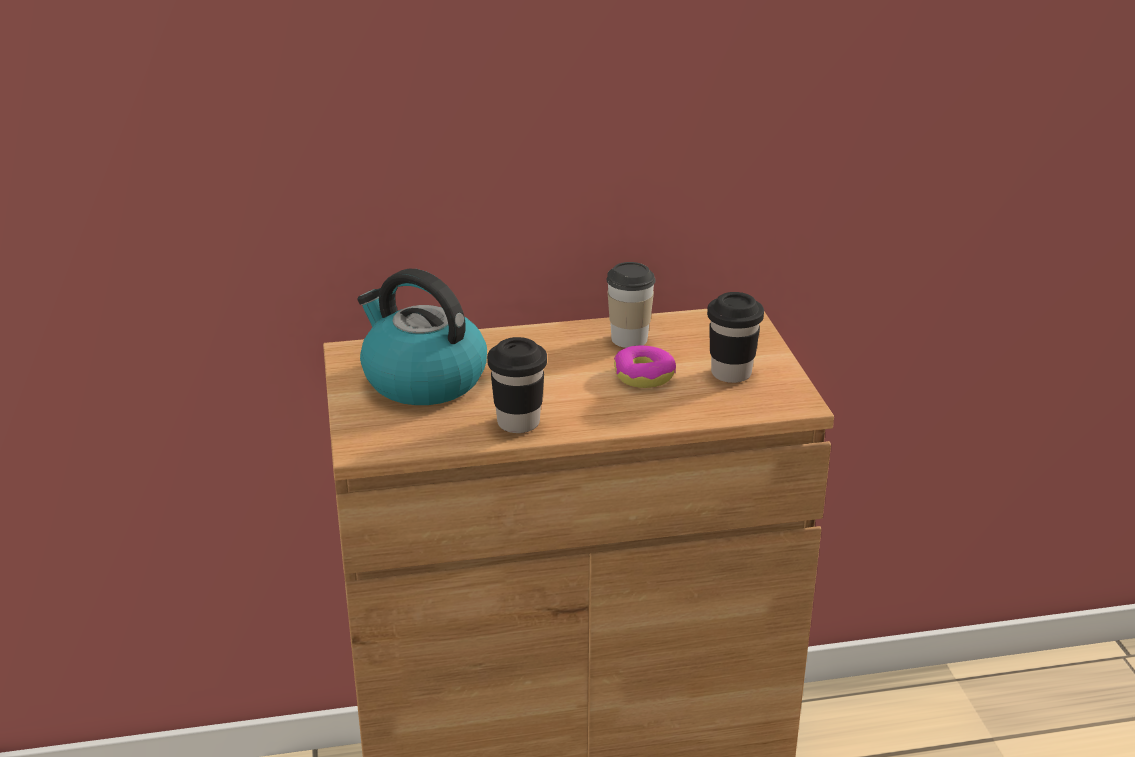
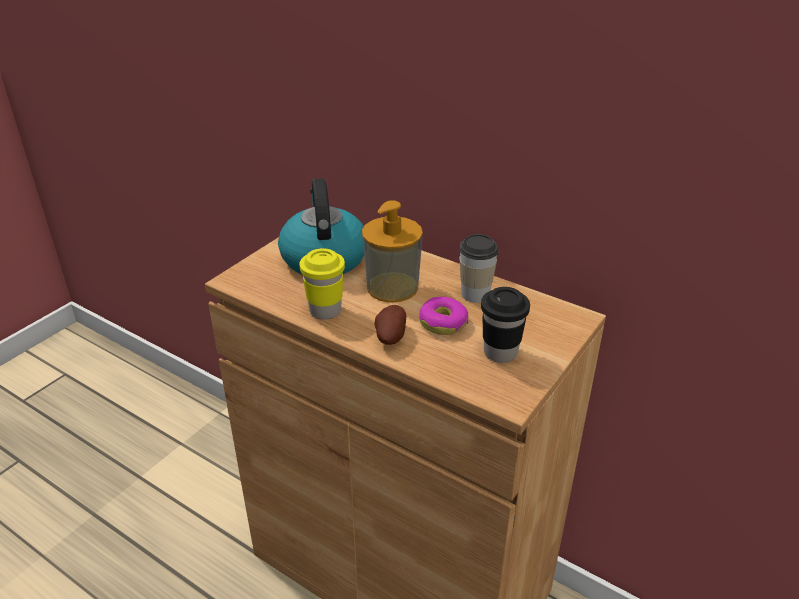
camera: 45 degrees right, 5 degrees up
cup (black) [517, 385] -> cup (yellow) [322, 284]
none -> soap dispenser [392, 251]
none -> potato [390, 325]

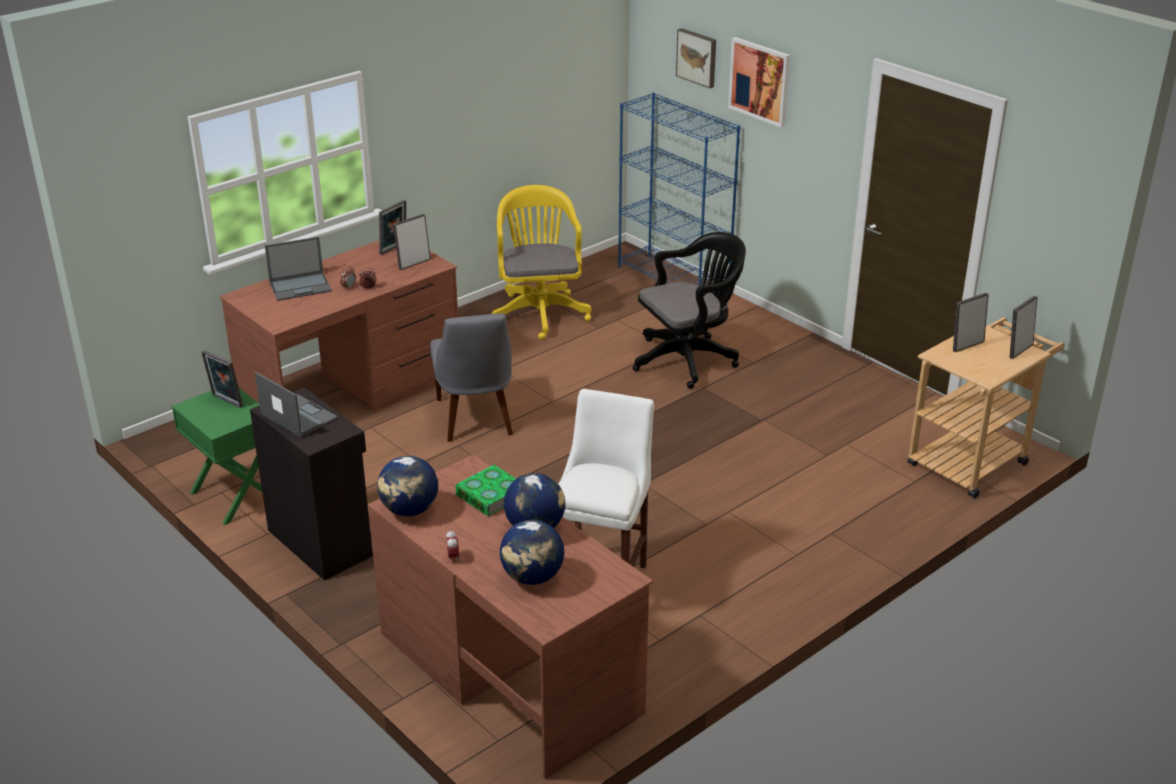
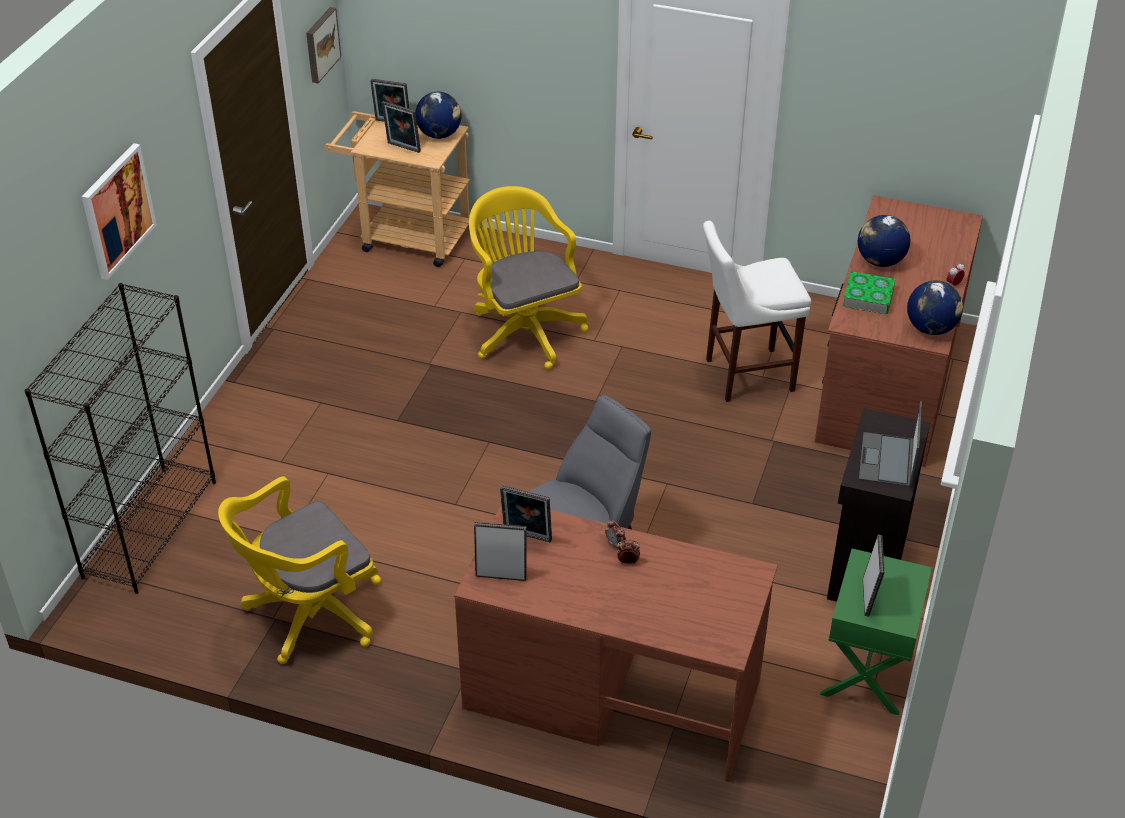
camera: 120 degrees left, 10 degrees up
laptop [298, 269] -> none
globe [532, 552] -> globe [438, 115], move
bookcase (blue) [679, 189] -> bookcase (black) [120, 438]
office chair (black) [689, 310] -> none
picture [696, 58] -> picture [323, 45], move
none -> office chair (yellow) [528, 278]

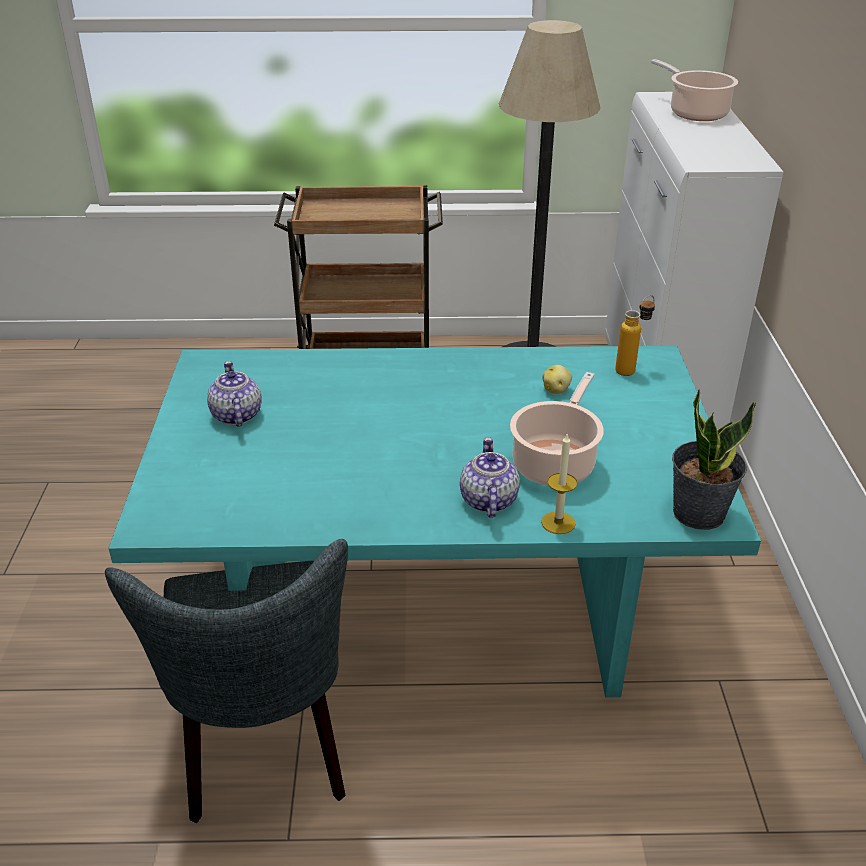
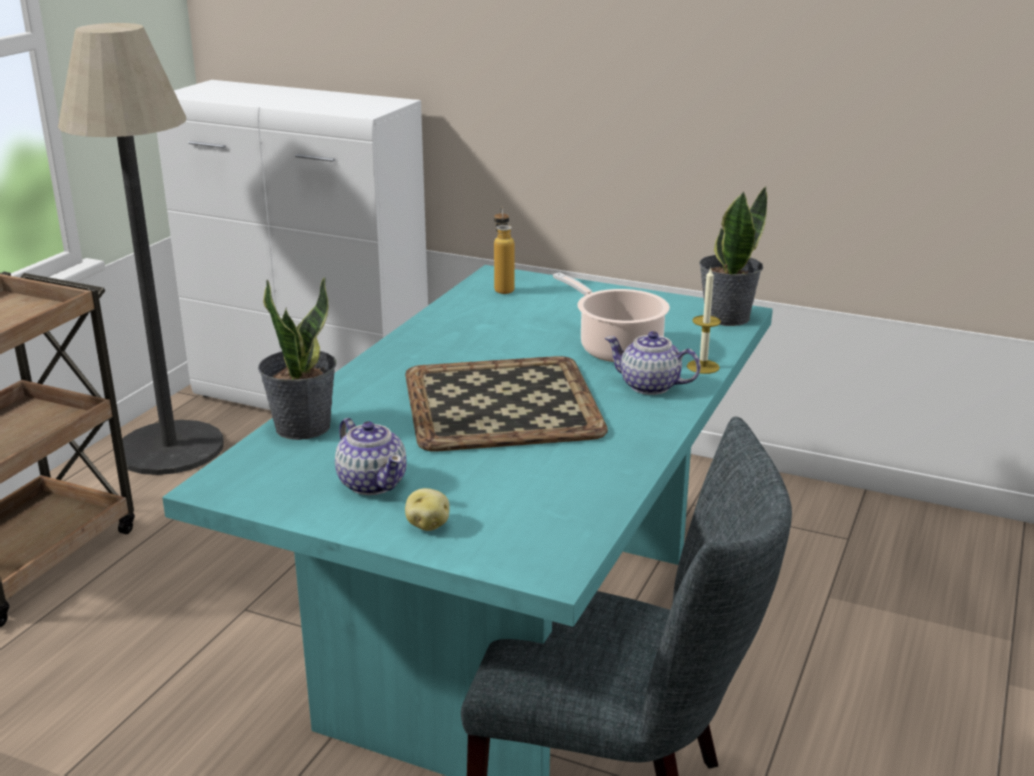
camera: 65 degrees left, 10 degrees down
teapot [234, 394] -> teapot [371, 456], 135 degrees counterclockwise
potato [557, 379] -> potato [427, 509], move
cooking pot [694, 90] -> none
none -> potted plant [297, 358]
none -> tray [506, 404]

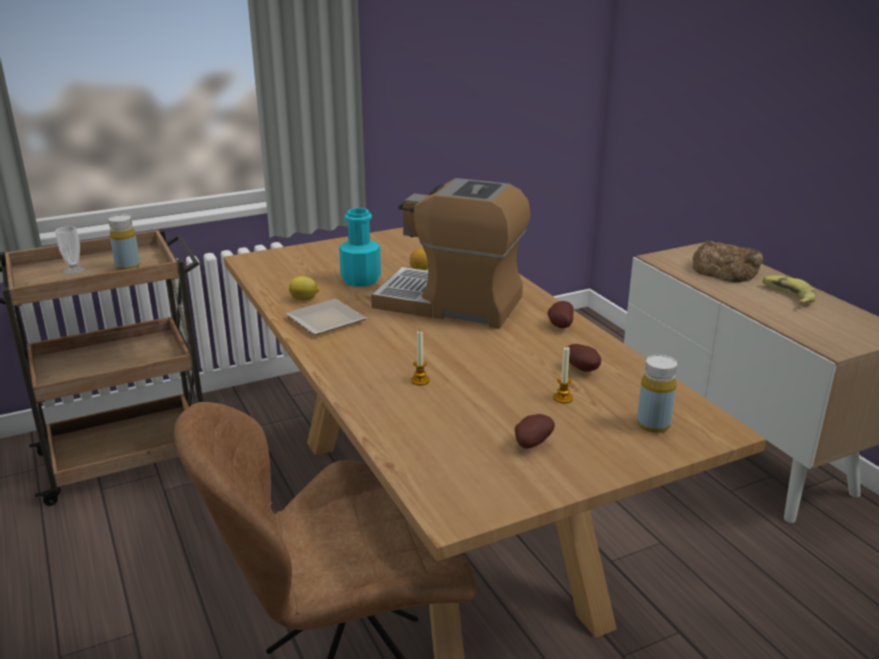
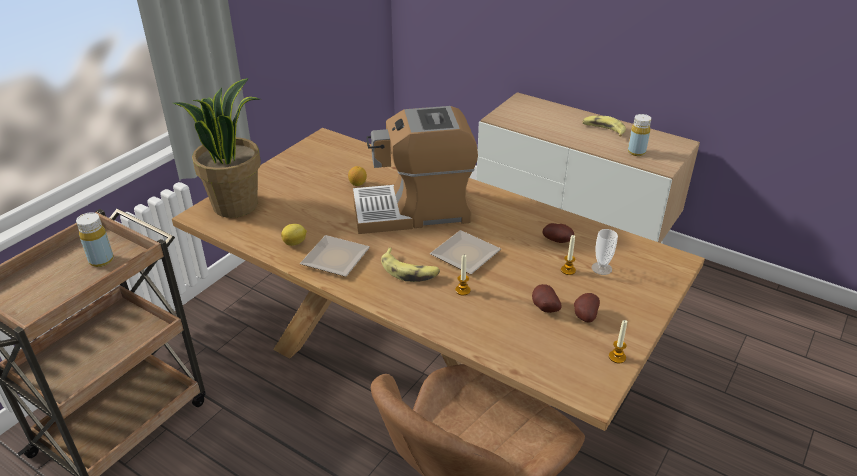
camera: 30 degrees left, 10 degrees up
cup [70, 250] -> cup [605, 252], move
bottle (turquoise) [360, 247] -> none
potato [560, 314] -> potato [547, 298], move
bottle (yellow) [657, 394] -> bottle (yellow) [639, 135], move
bread [727, 261] -> none
none -> potted plant [217, 148]
none -> banana [410, 265]
none -> plate [465, 252]
none -> candle [618, 341]

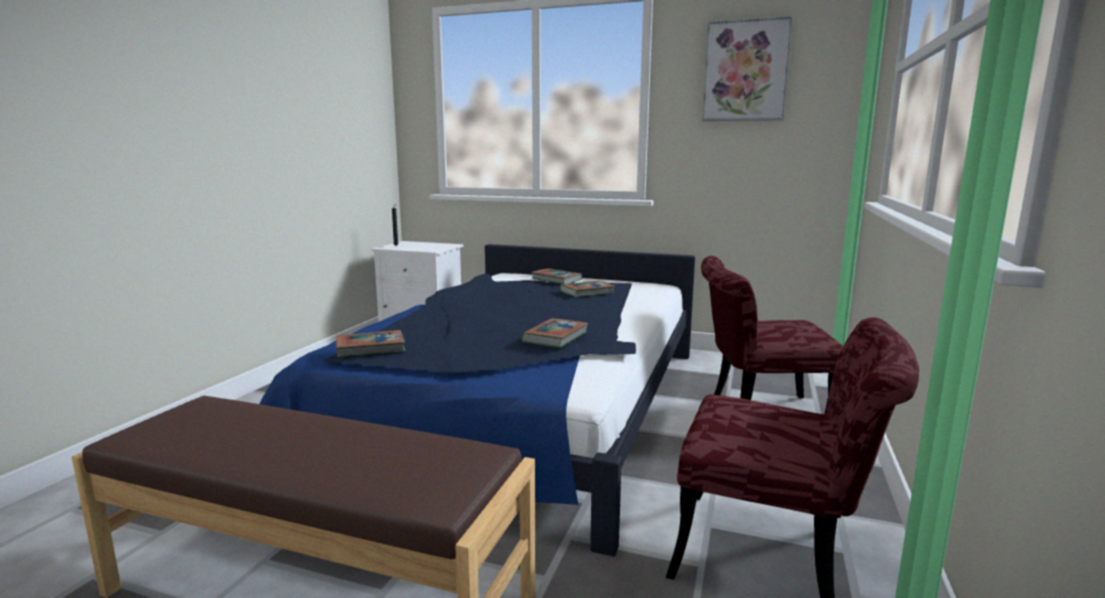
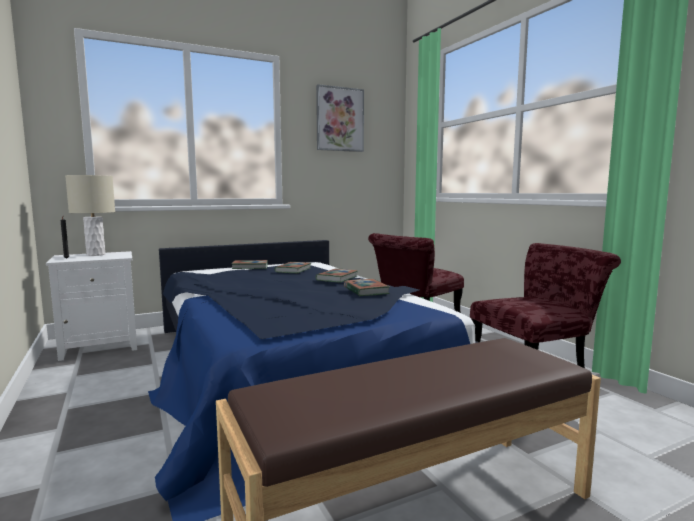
camera: 45 degrees left, 5 degrees down
book [371, 344] -> book [336, 276], move
none -> table lamp (beige) [90, 215]

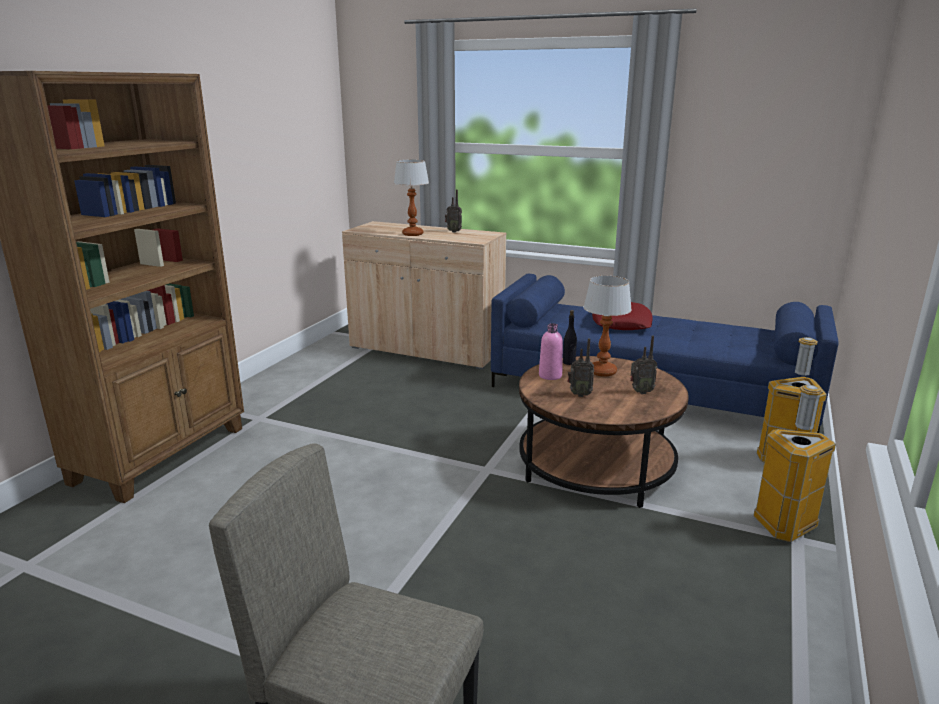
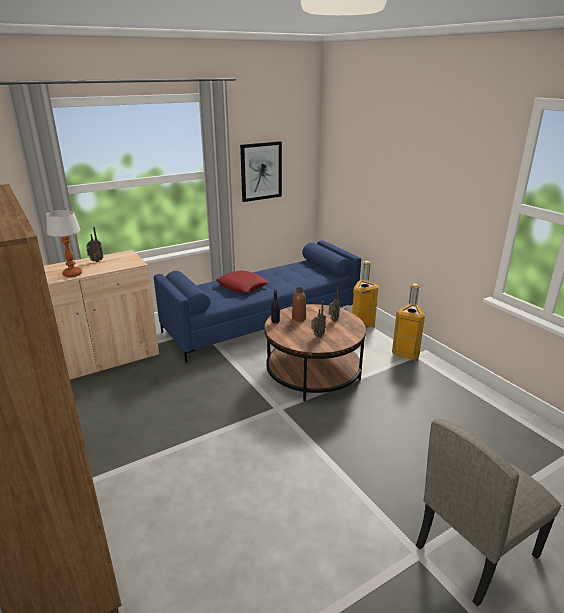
camera: 55 degrees left, 5 degrees up
bottle (pink) [551, 351] -> none
table lamp [608, 326] -> bottle (brown) [299, 304]
none -> picture [261, 171]

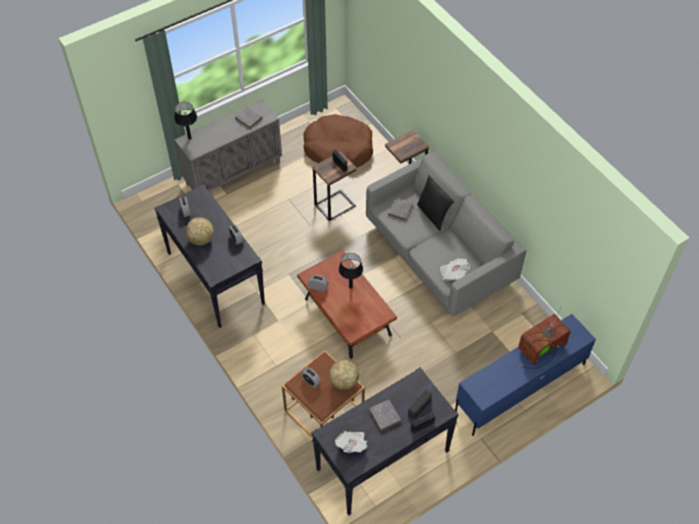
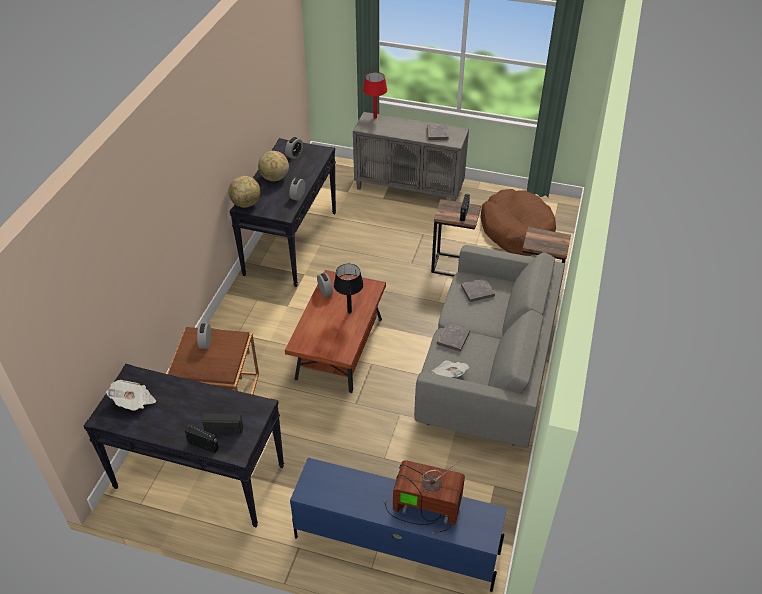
camera: 50 degrees right, 10 degrees down
table lamp (black) [185, 120] -> table lamp (red) [375, 95]
globe [344, 375] -> globe [244, 192], move
book (grey) [385, 415] -> book (grey) [453, 337], move
pillow (black) [435, 203] -> none

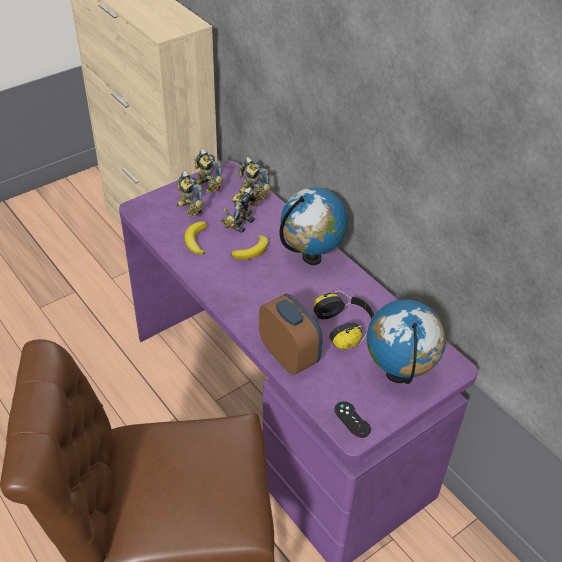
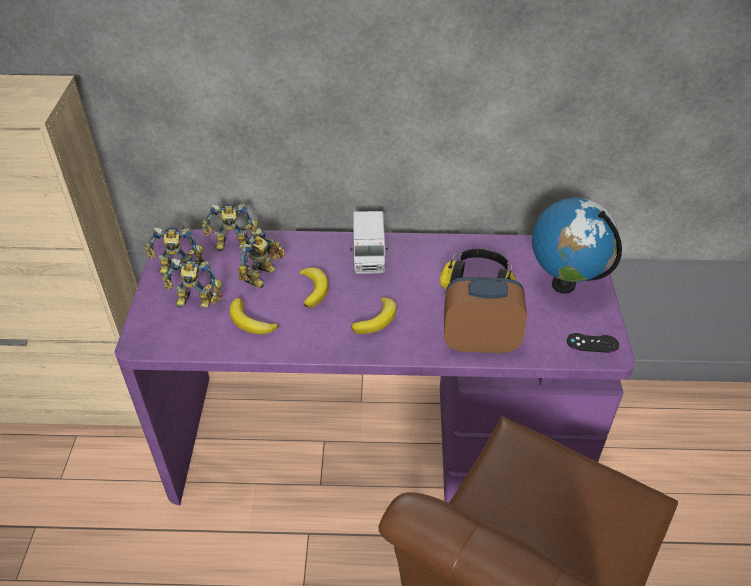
camera: 50 degrees left, 0 degrees up
toy robot [239, 210] -> toy robot [261, 258], 135 degrees counterclockwise
globe [314, 226] -> toy truck [369, 242]
none -> banana [374, 315]

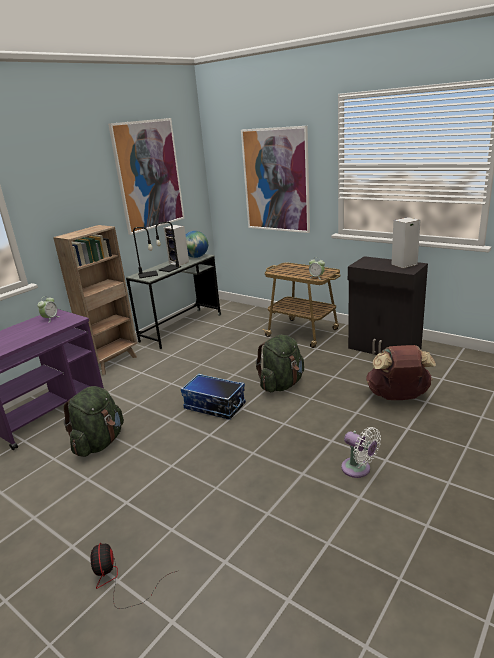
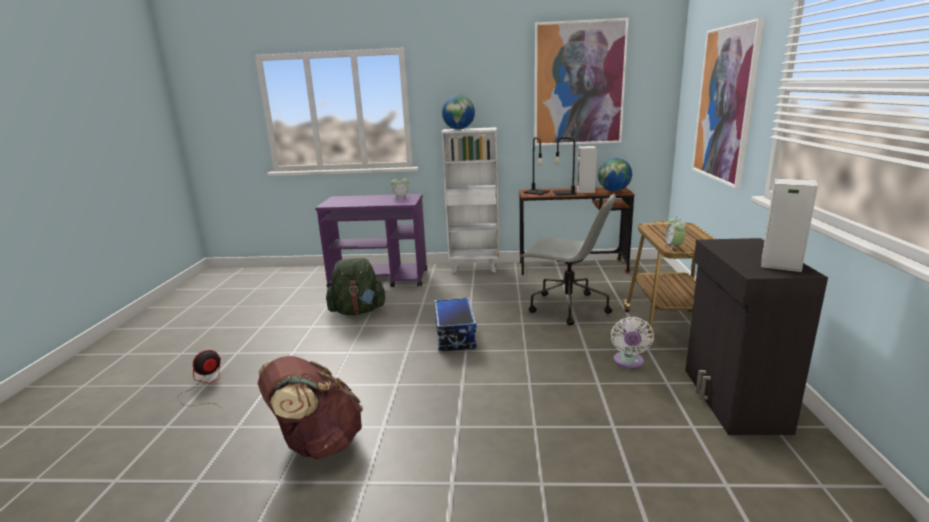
camera: 55 degrees right, 5 degrees down
bookcase (brown) [95, 300] -> bookcase (white) [470, 200]
desk (grey) [173, 301] -> desk (brown) [576, 231]
backpack (green) [280, 363] -> none
fan (white) [361, 452] -> fan (white) [632, 342], move
backpack (brown) [401, 372] -> backpack (brown) [310, 407], move
none -> globe [458, 112]
none -> office chair (grey) [569, 259]

